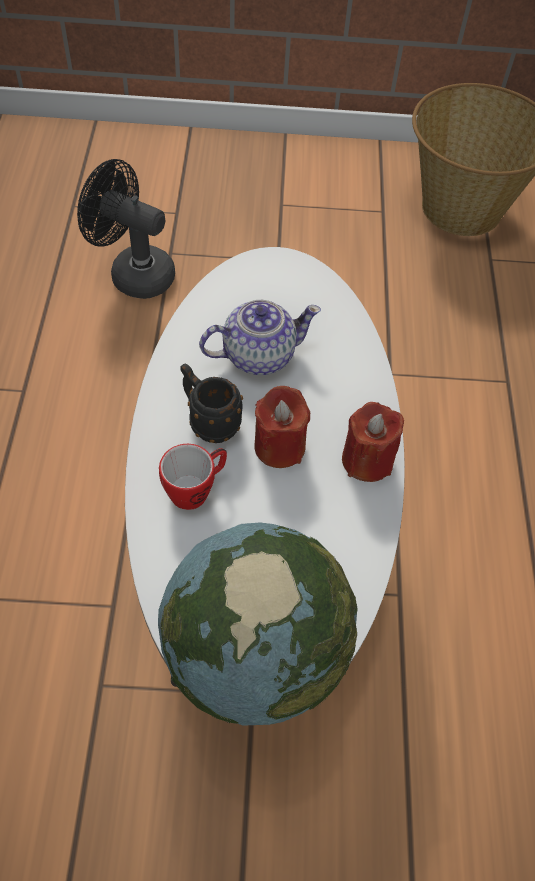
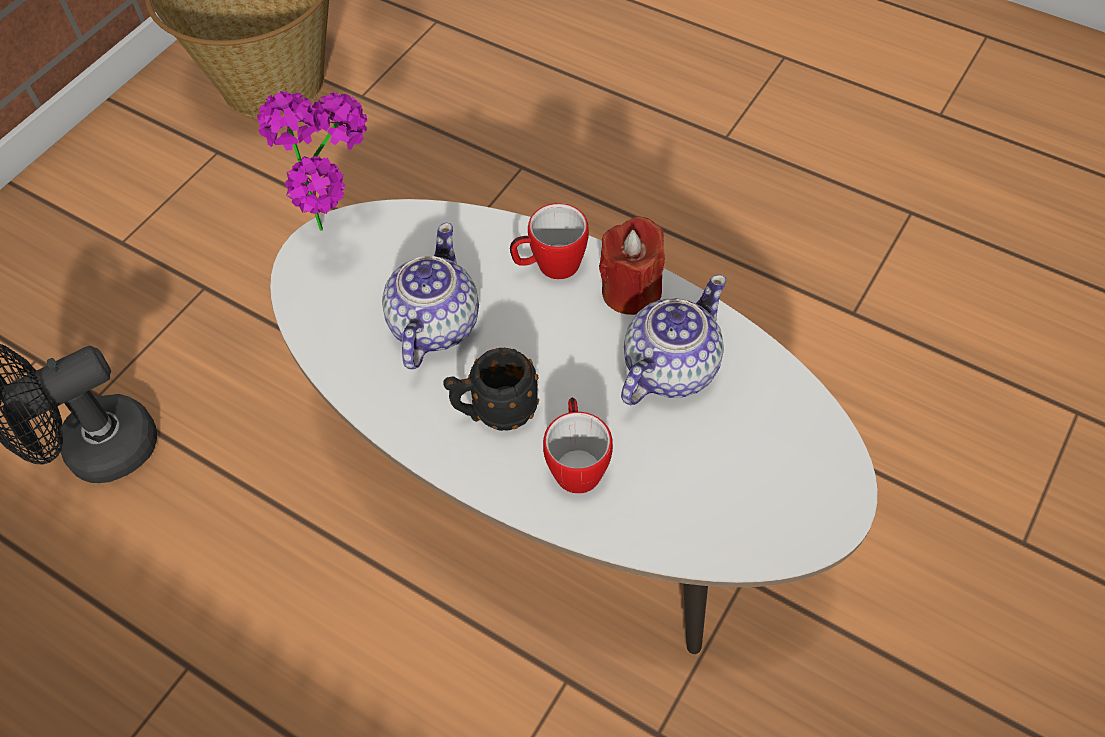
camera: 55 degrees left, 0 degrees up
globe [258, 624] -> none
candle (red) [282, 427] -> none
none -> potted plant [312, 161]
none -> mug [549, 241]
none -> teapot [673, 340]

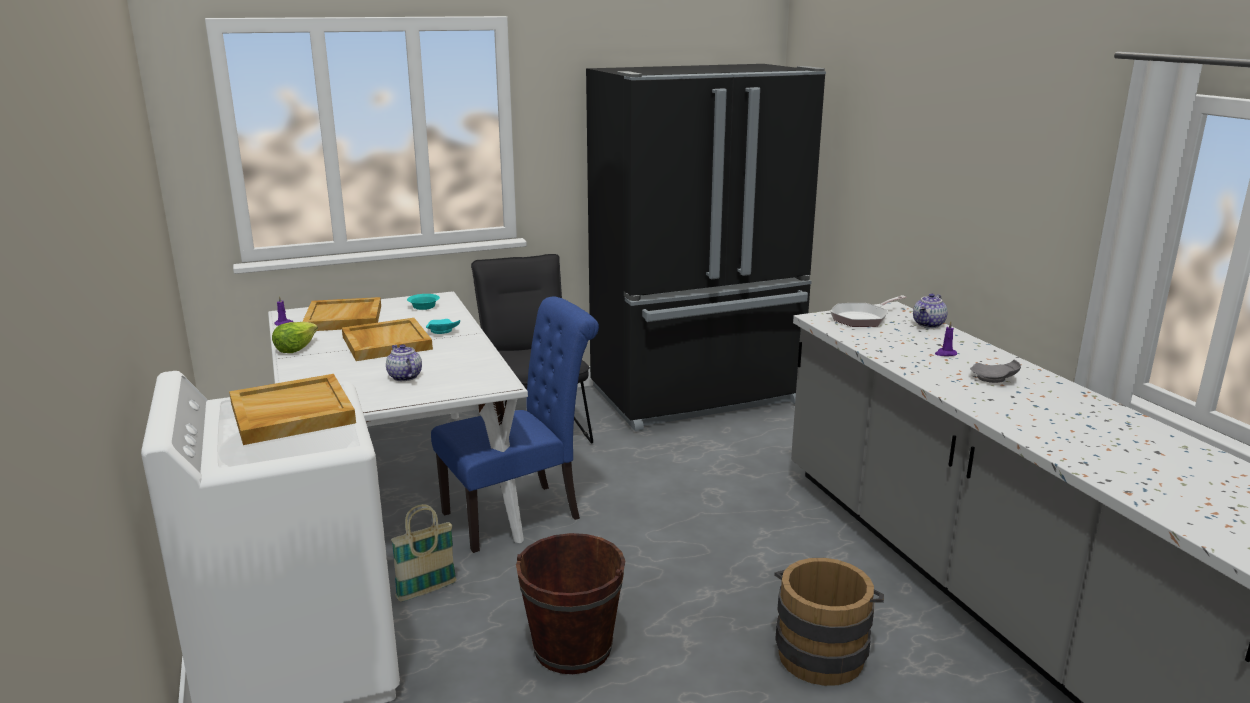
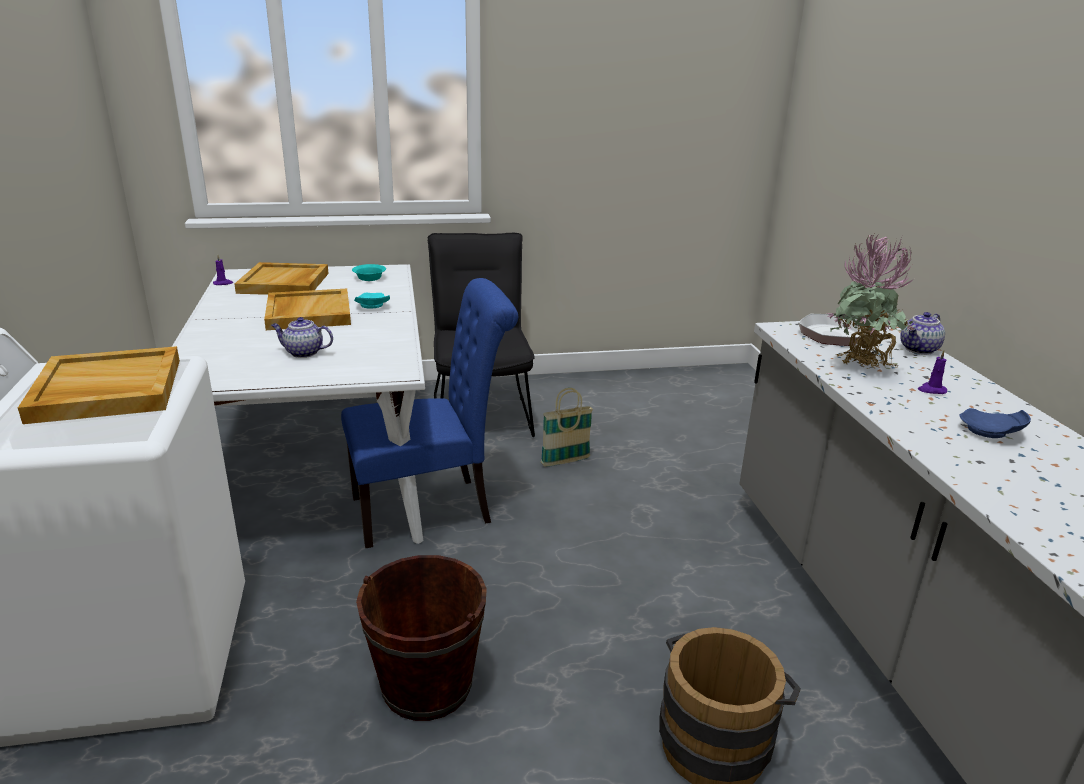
camera: 10 degrees right, 5 degrees up
lettuce [295, 337] -> none
teapot [404, 362] -> teapot [302, 337], 60 degrees counterclockwise
basket [424, 553] -> basket [567, 427], move
fridge (black) [706, 247] -> none
plate (grey) [995, 371] -> plate (blue) [995, 423]
none -> potted plant [871, 301]

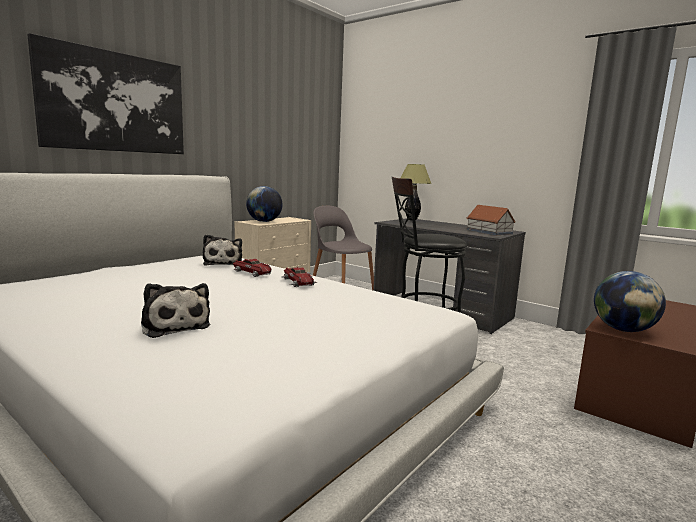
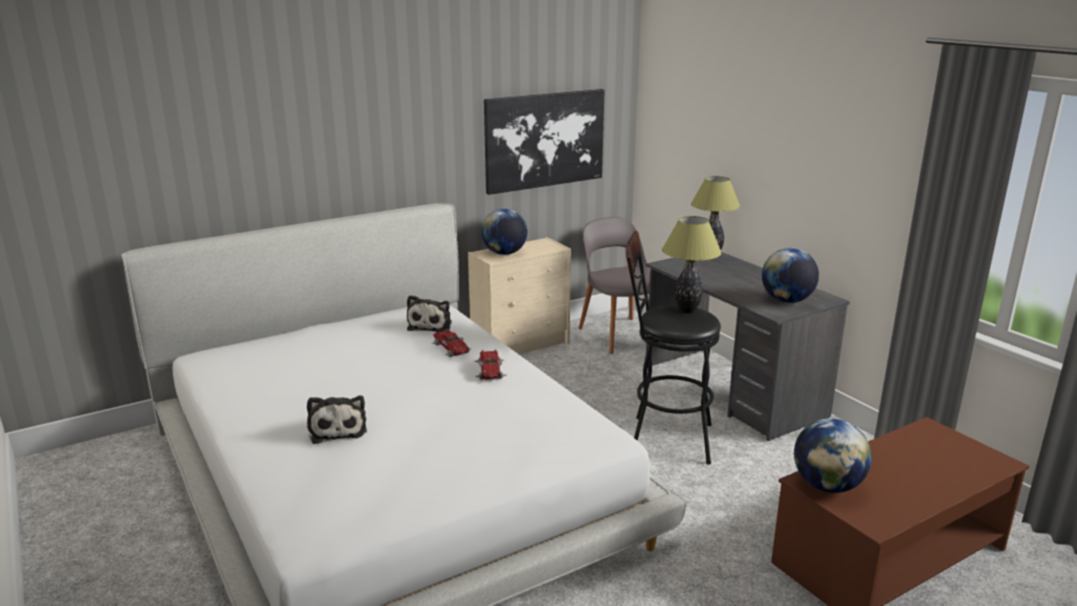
camera: 20 degrees right, 10 degrees up
picture [105, 93] -> picture [544, 142], move
toy house [491, 220] -> globe [790, 275]
none -> table lamp [692, 264]

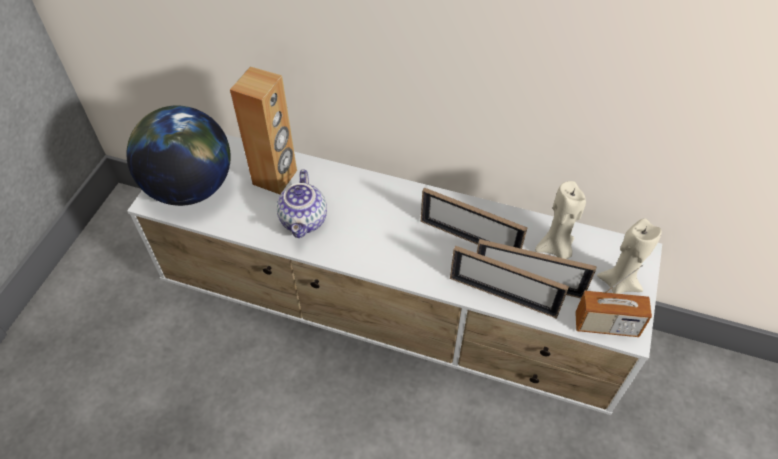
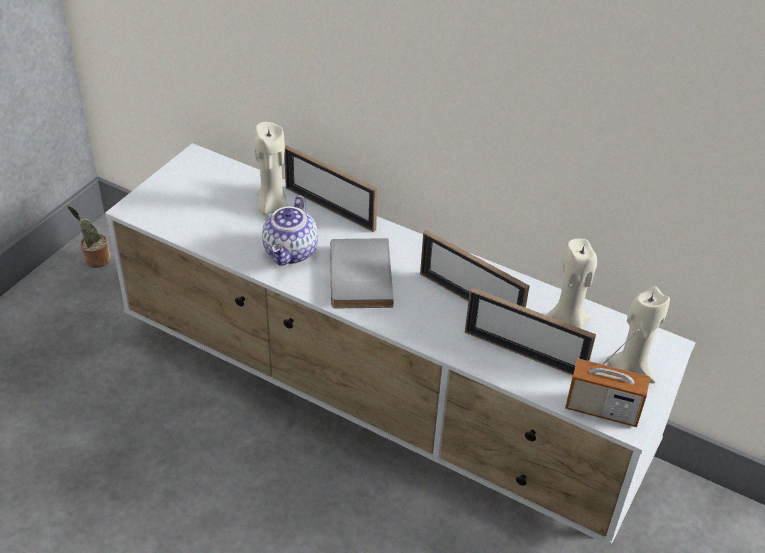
camera: 10 degrees right, 10 degrees down
globe [178, 156] -> none
speaker (brown) [263, 130] -> candle (beige) [271, 168]
picture frame [509, 282] -> picture frame [331, 189], move
none -> potted plant [89, 237]
none -> book (grey) [362, 273]

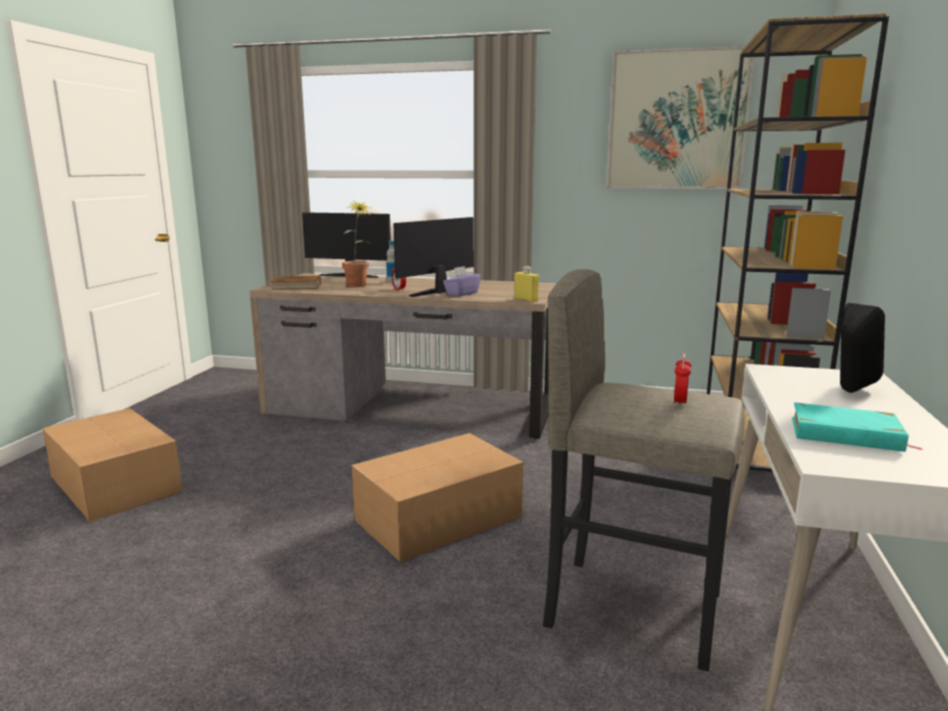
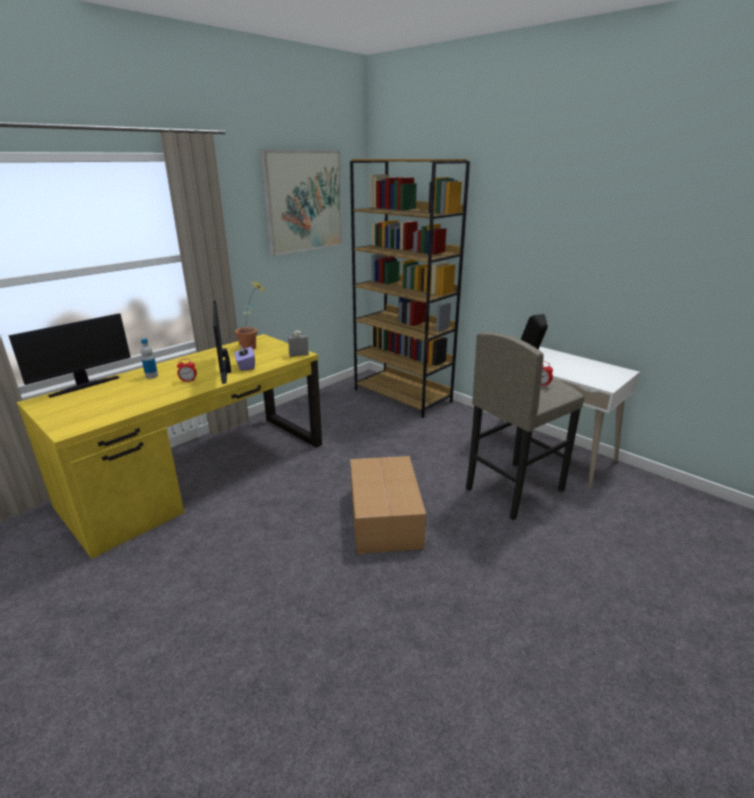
camera: 60 degrees left, 10 degrees up
cardboard box [112, 465] -> none
desk (brown) [403, 356] -> desk (yellow) [169, 446]
book (brown) [295, 283] -> none
potted plant [357, 243] -> potted plant [249, 315], move
bottle (yellow) [526, 284] -> bottle (grey) [298, 343]
book (turquoise) [857, 427] -> none

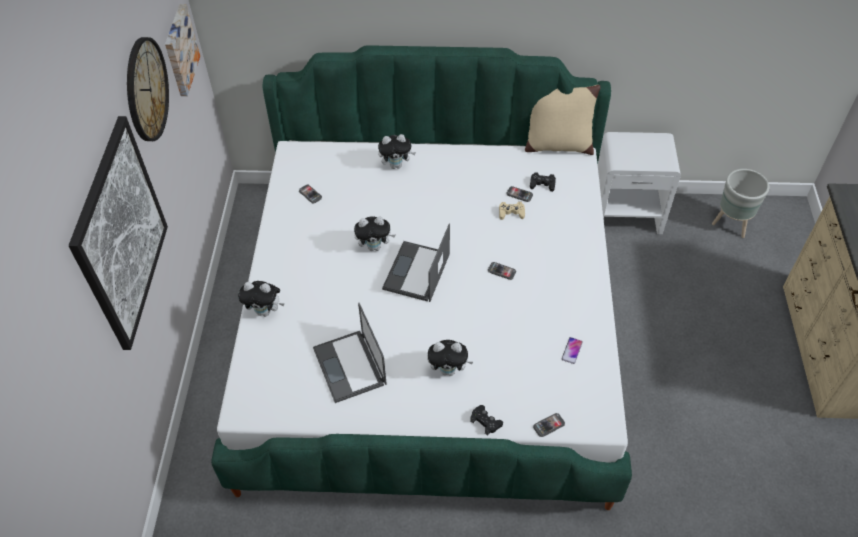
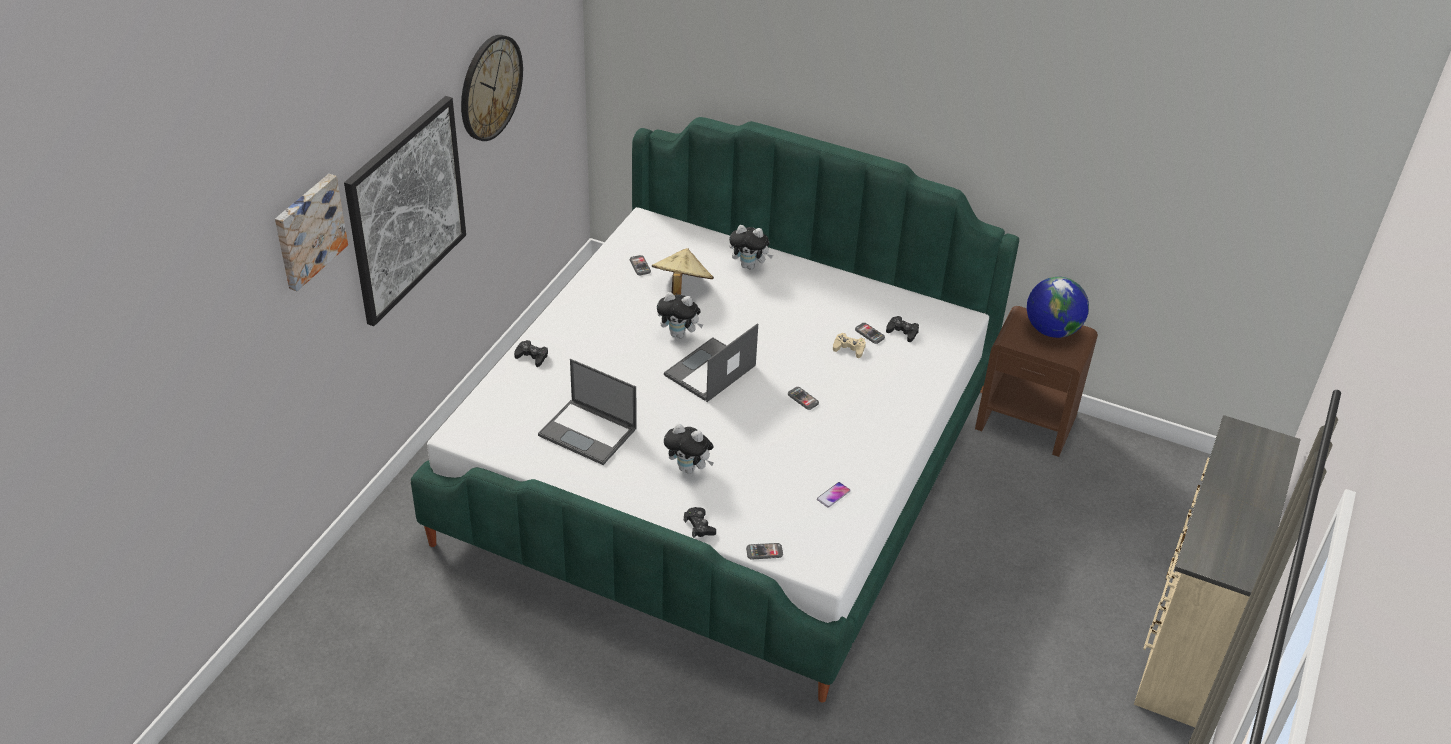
camera: 20 degrees right, 10 degrees down
picture [182, 50] -> picture [311, 233], move
plush toy [261, 298] -> game controller (black) [531, 353]
laptop [350, 353] -> laptop [587, 412], 60 degrees counterclockwise
pillow (beige) [562, 120] -> none
nightstand (white) [639, 183] -> nightstand (brown) [1036, 381]
planter (grey) [740, 203] -> none
none -> hat (beige) [683, 272]
none -> globe [1058, 307]

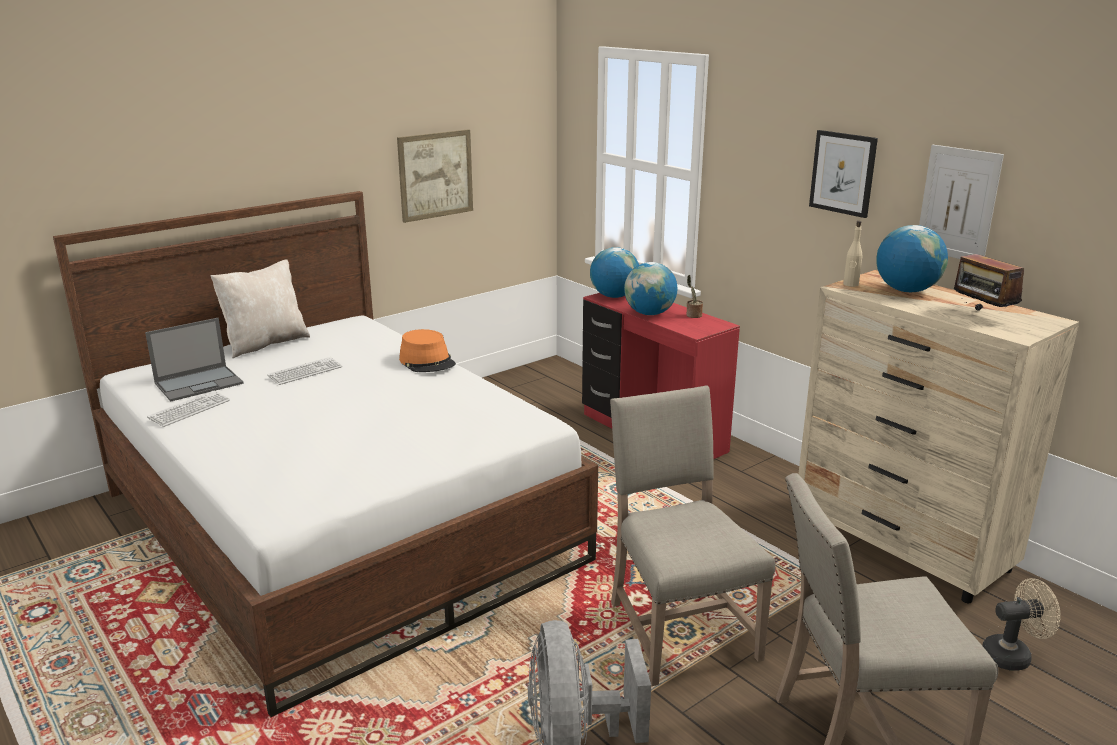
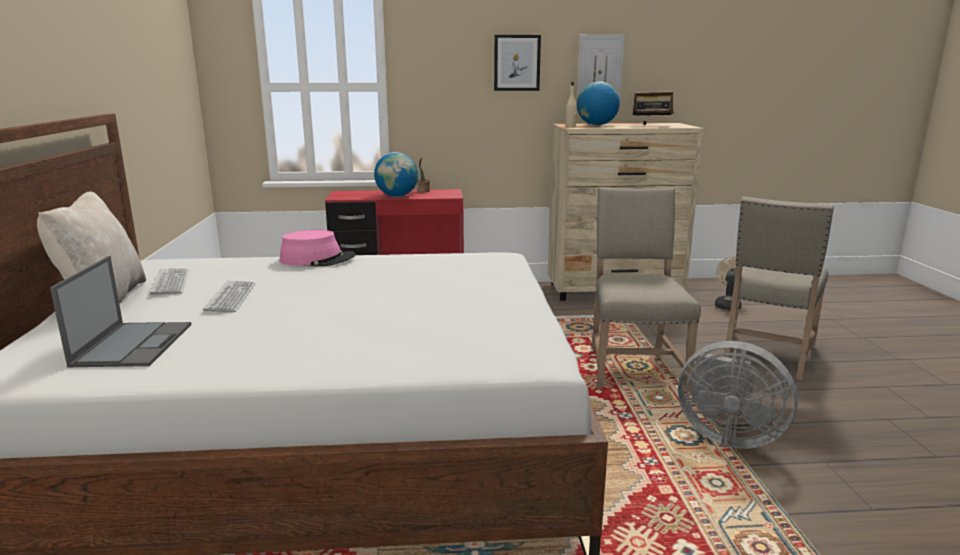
camera: 55 degrees left, 5 degrees down
keyboard [188, 409] -> keyboard [169, 281], move
picture [435, 176] -> none
hat (orange) [427, 350] -> hat (pink) [318, 248]
globe [614, 272] -> none
chair (beige) [693, 535] -> chair (beige) [646, 289], 75 degrees clockwise

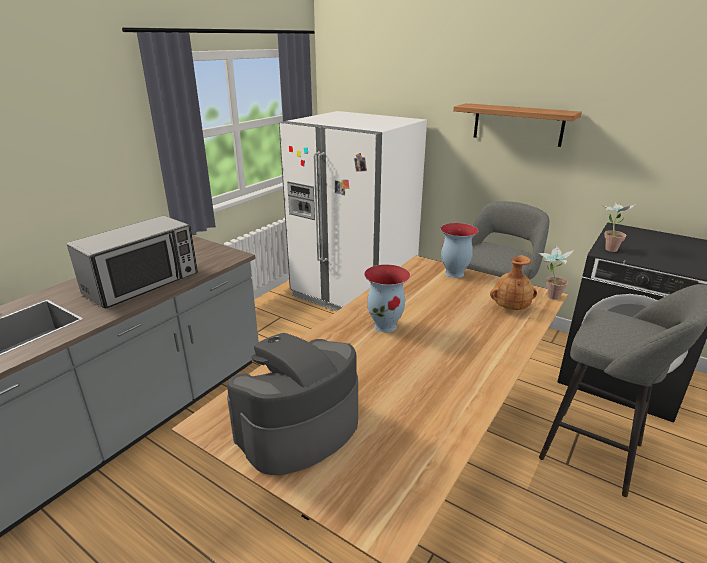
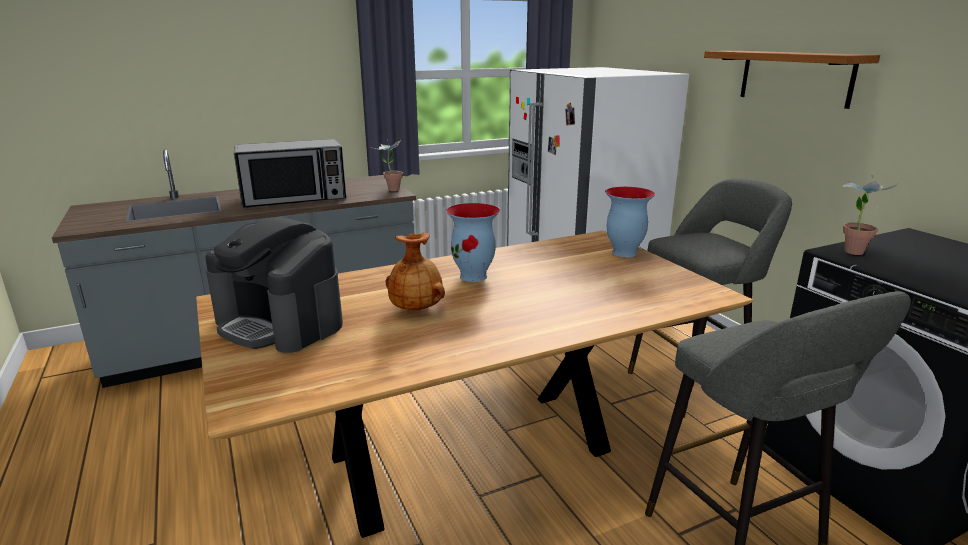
camera: 30 degrees right, 5 degrees down
coffee machine [292, 404] -> coffee machine [274, 285], 135 degrees counterclockwise
vase (brown) [513, 282] -> vase (brown) [415, 271], move
potted plant [556, 273] -> potted plant [387, 165], move

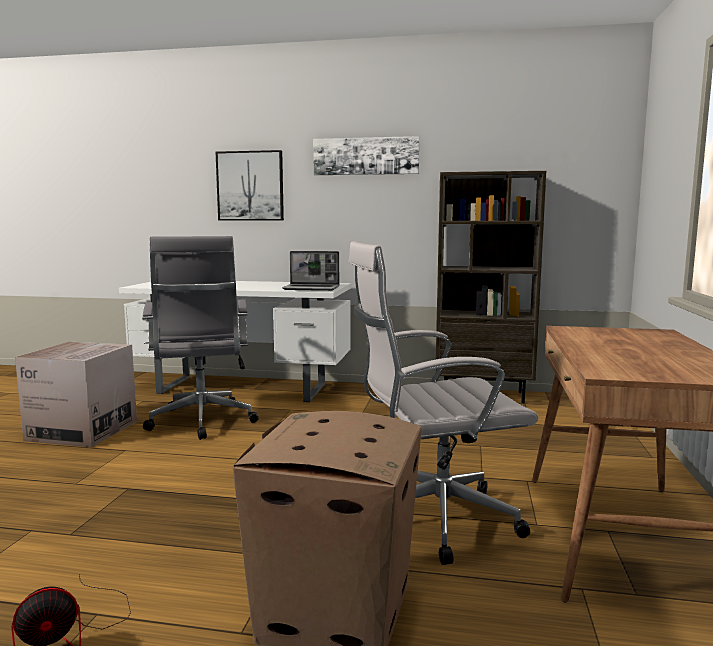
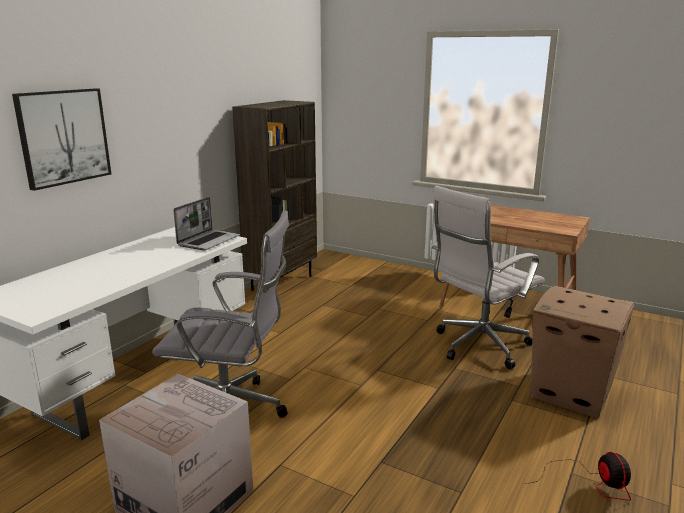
camera: 70 degrees left, 10 degrees up
picture [366, 155] -> none
office chair (white) [444, 403] -> office chair (white) [487, 277], 45 degrees clockwise

